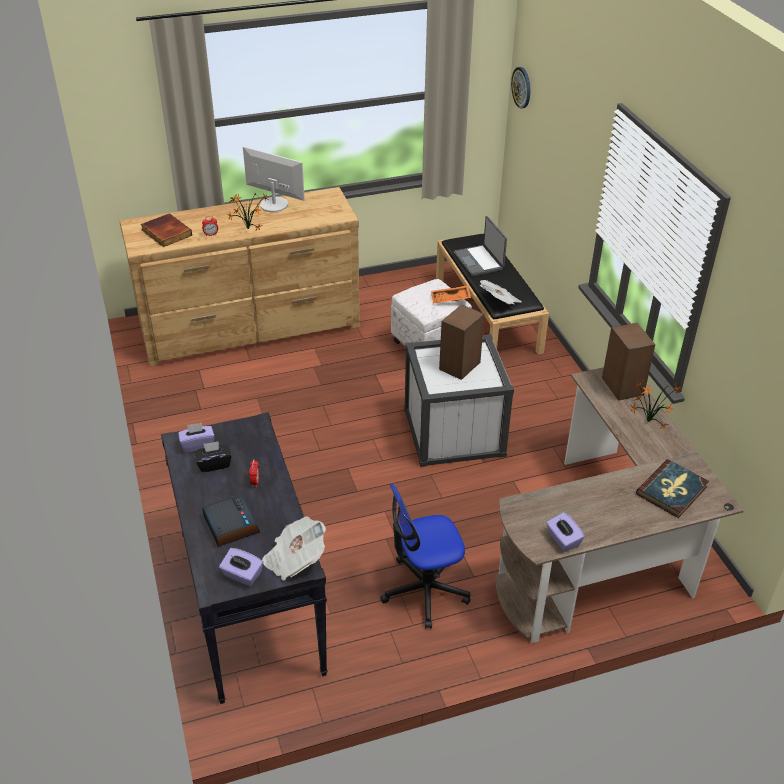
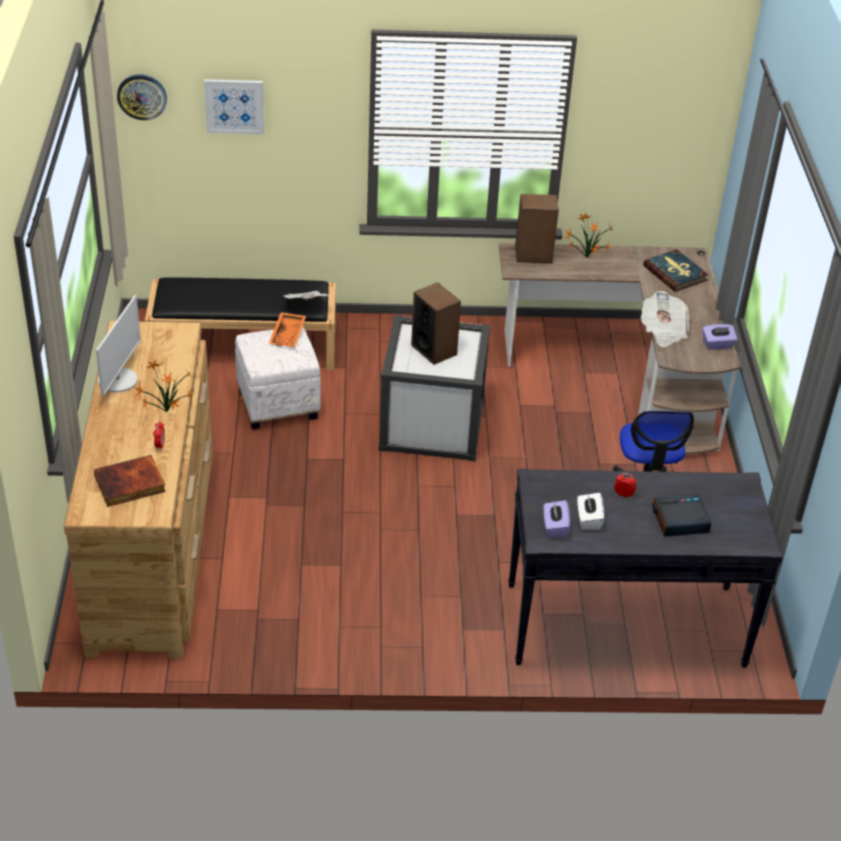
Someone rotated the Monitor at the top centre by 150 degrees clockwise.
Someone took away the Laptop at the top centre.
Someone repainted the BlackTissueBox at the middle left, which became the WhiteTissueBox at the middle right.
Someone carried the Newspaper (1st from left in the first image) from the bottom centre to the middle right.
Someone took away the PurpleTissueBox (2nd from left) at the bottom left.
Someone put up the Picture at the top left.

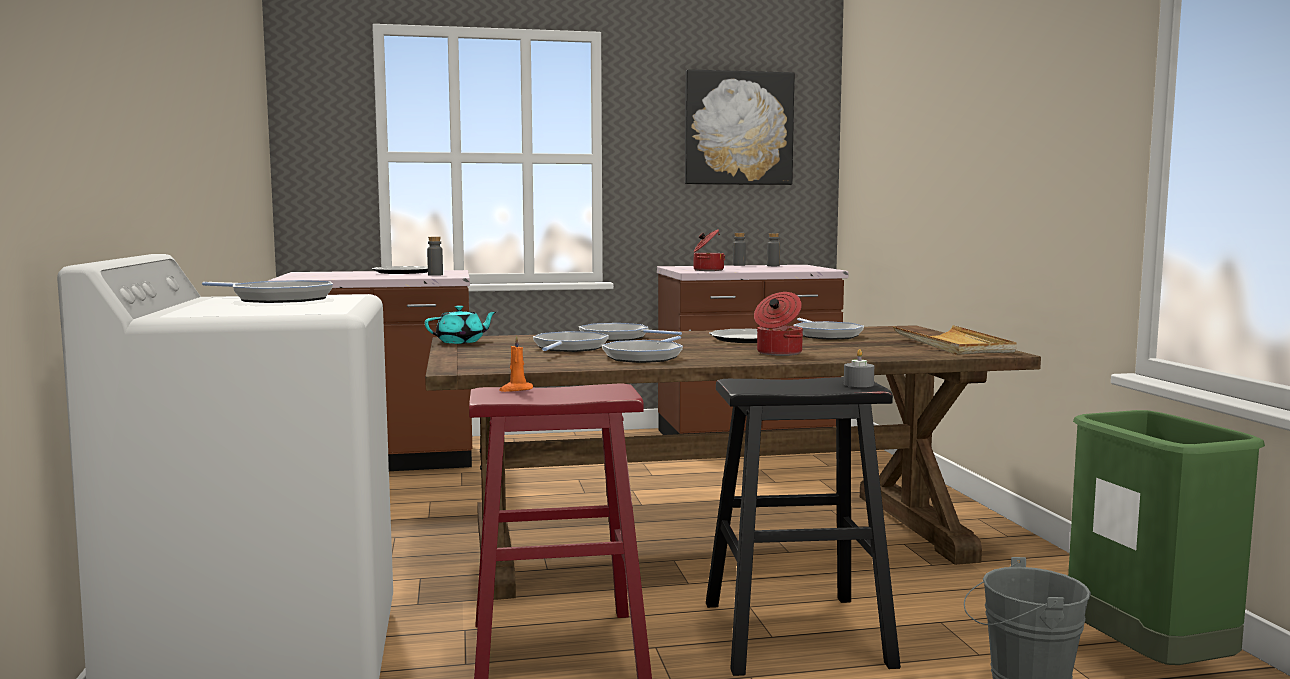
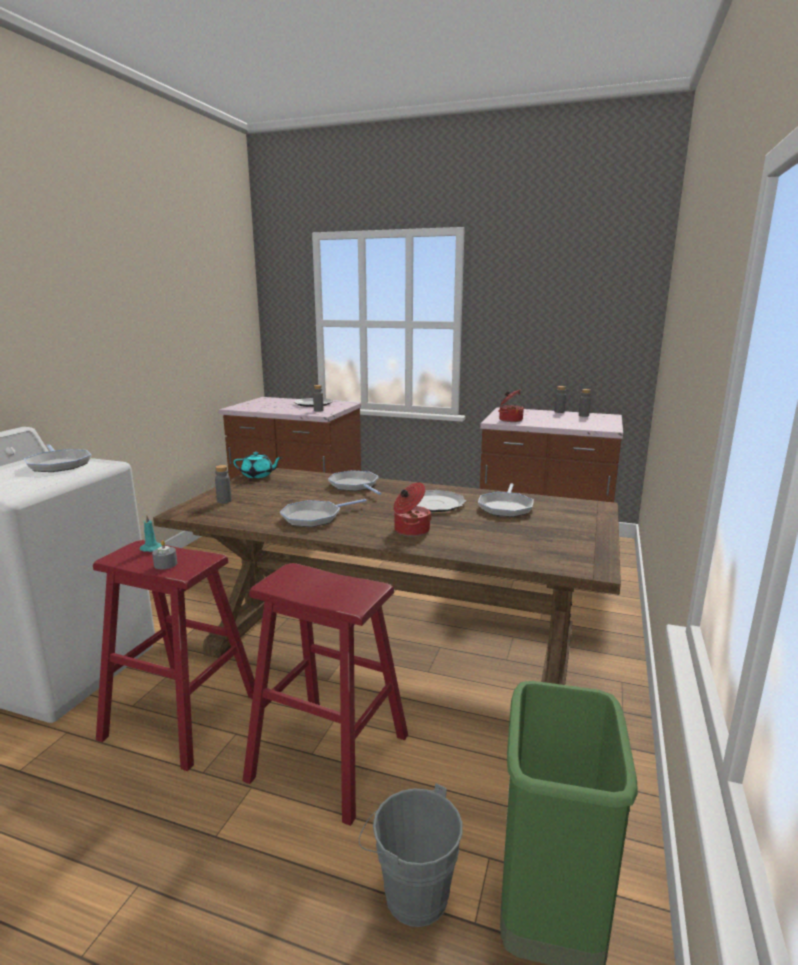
Someone took away the Picture at the top centre.
Someone took away the BeigeTray at the middle right.
Someone took away the FryingPan (2nd from left) at the centre.
Someone repainted the OrangeCandle at the centre, which became the TurquoiseCandle at the middle left.
Someone carried the GreyCandle from the centre to the middle left.
Someone repainted the BlackStool at the bottom centre, which became the RedStool (2nd from left) at the bottom centre.
Someone put down the GreyBottle (1st from left) at the middle left.

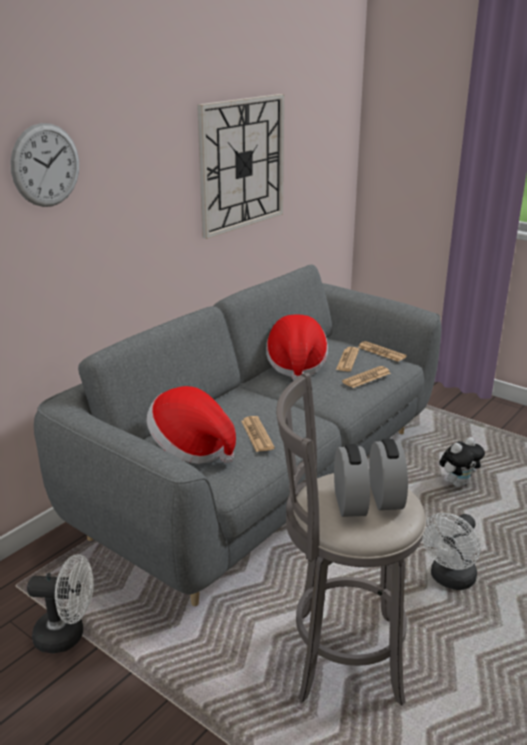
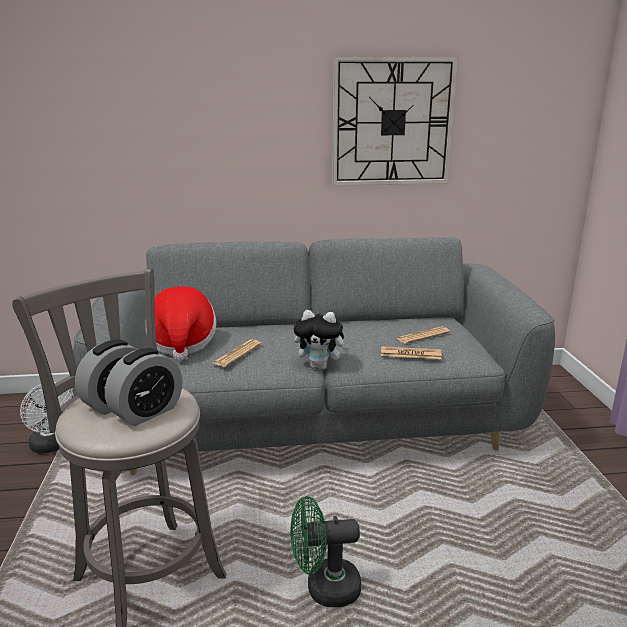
Someone took away the WallClock (1st from left) at the top left.
Someone took away the Hat (2nd from left) at the centre.
Someone took away the Newspaper (4th from left) at the middle right.
Someone carried the PlushToy from the middle right to the centre.
Someone repainted the WhiteFan (2nd from left) at the bottom right, which became the GreenFan at the bottom centre.

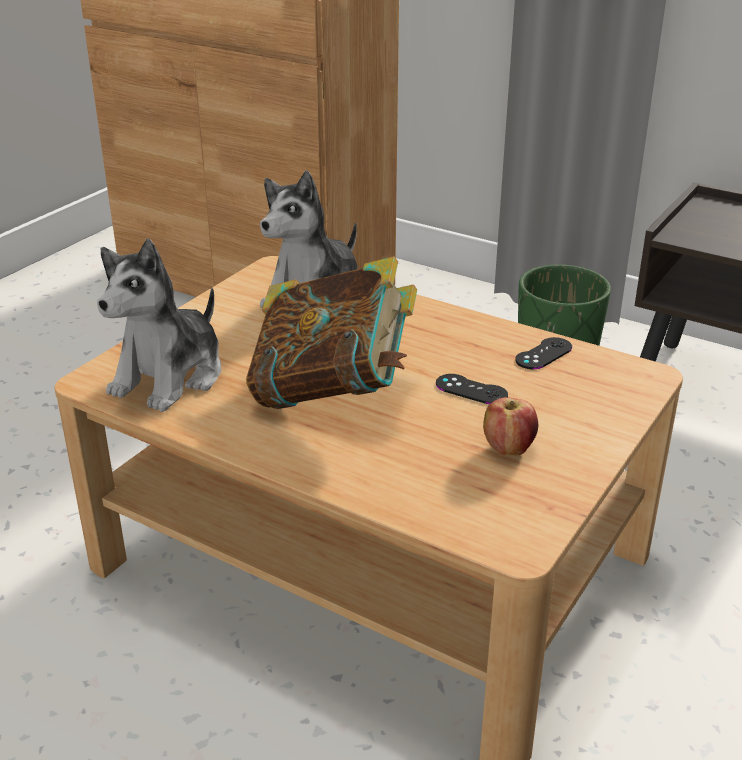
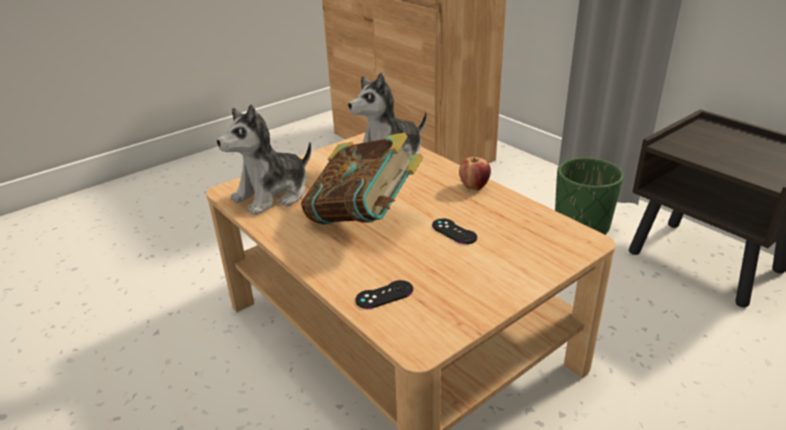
Someone carried the BlackGameController (2nd from left in the first image) from the middle right to the bottom centre.
Someone carried the Apple from the middle right to the centre.

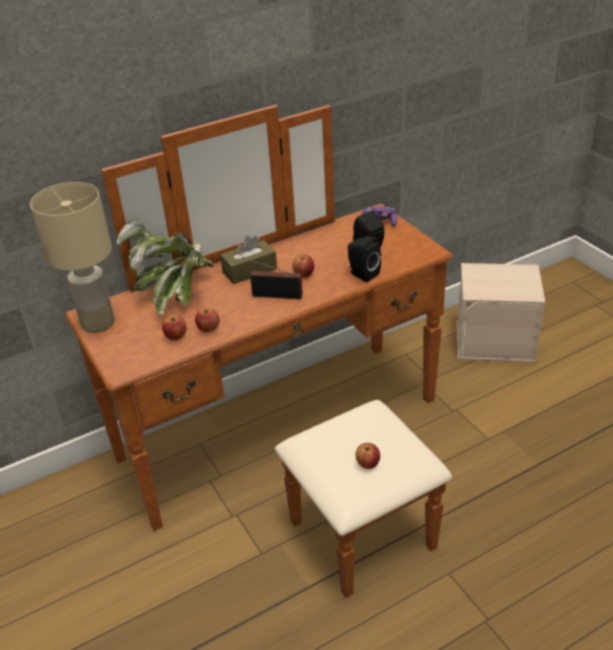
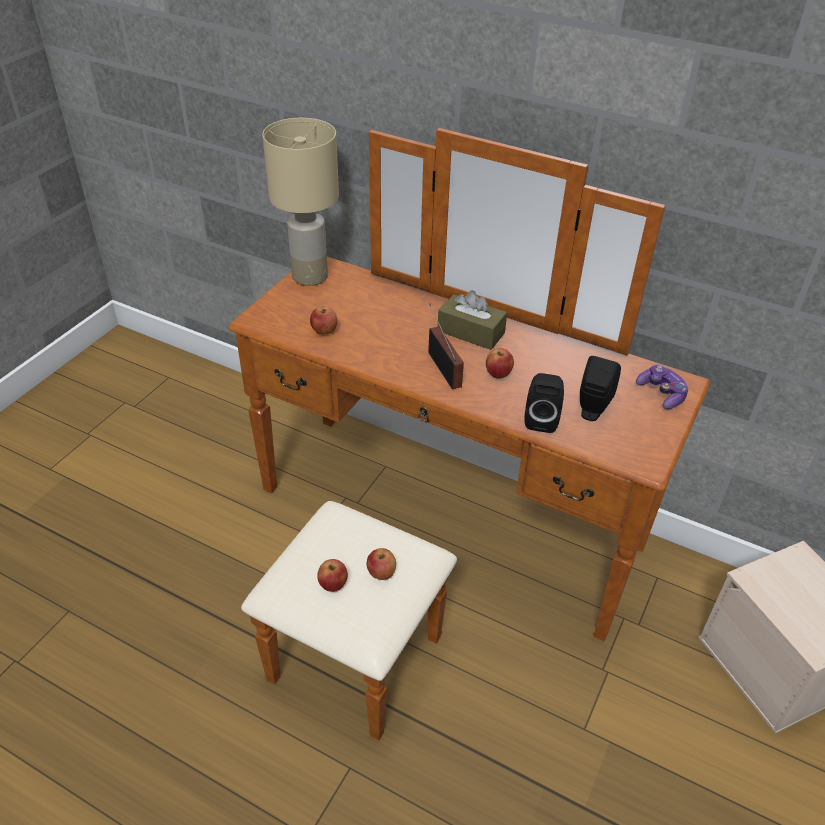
Someone took away the PottedPlant at the middle left.
Someone carried the Apple (2nd from left in the first image) from the centre to the bottom centre.

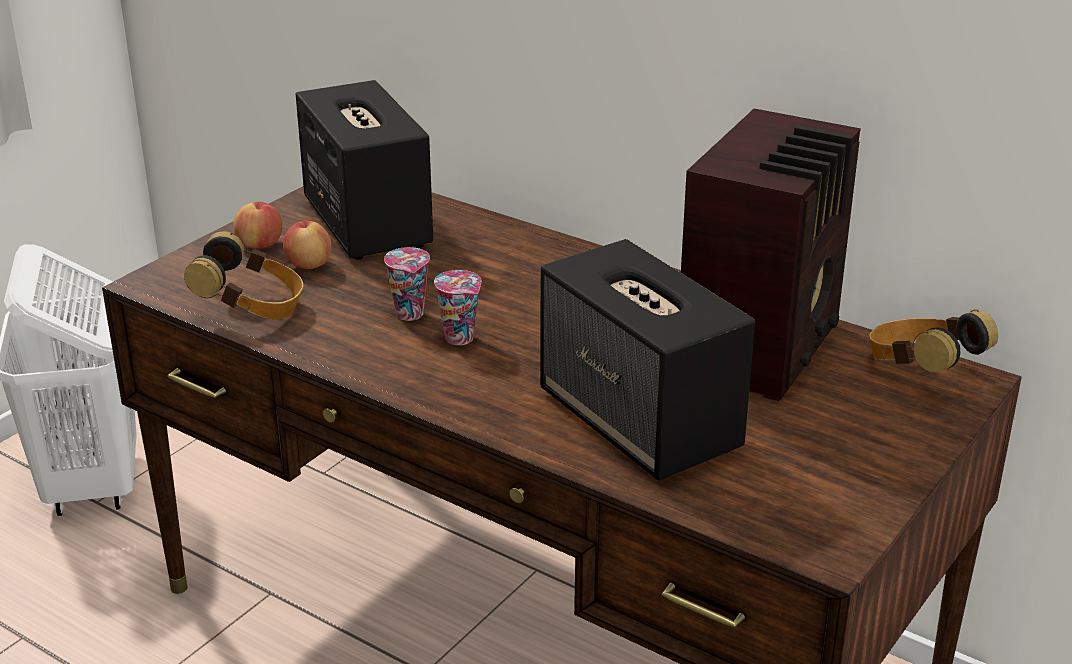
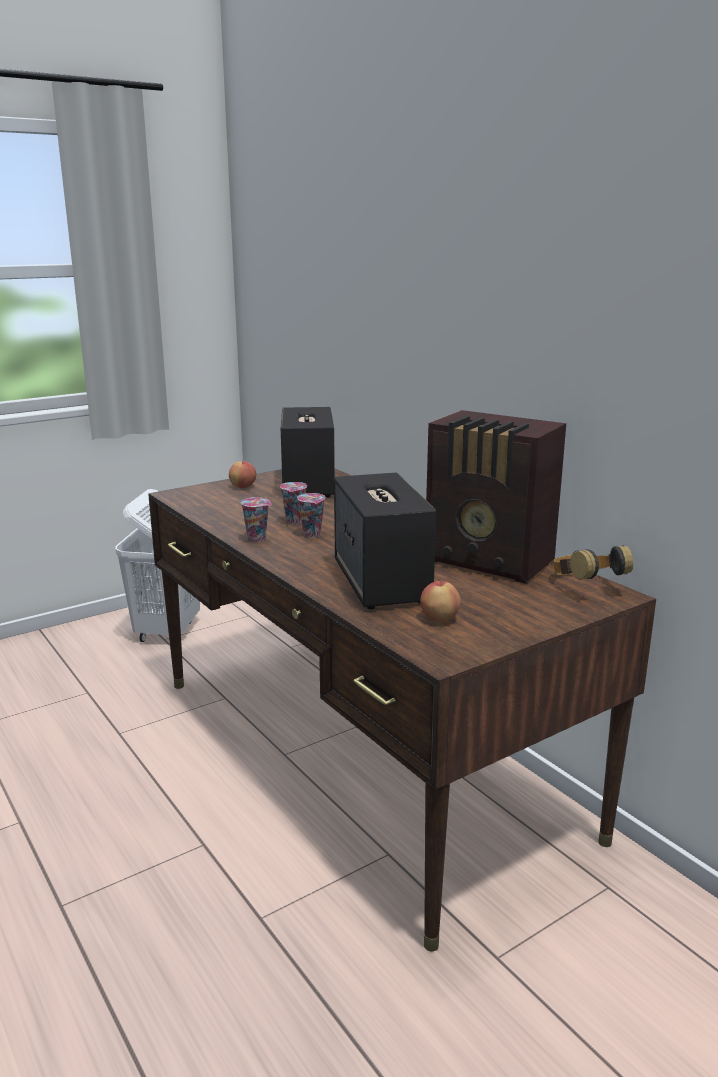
Someone rotated the Radio at the middle right by 75 degrees clockwise.
Someone carried the Apple (2nd from left) from the middle left to the centre.
Someone took away the Headphones (1st from left) at the middle left.
Someone put down the Cup (1st from left) at the centre.

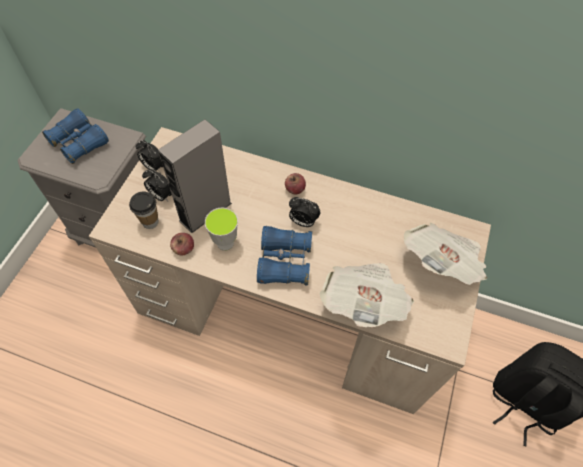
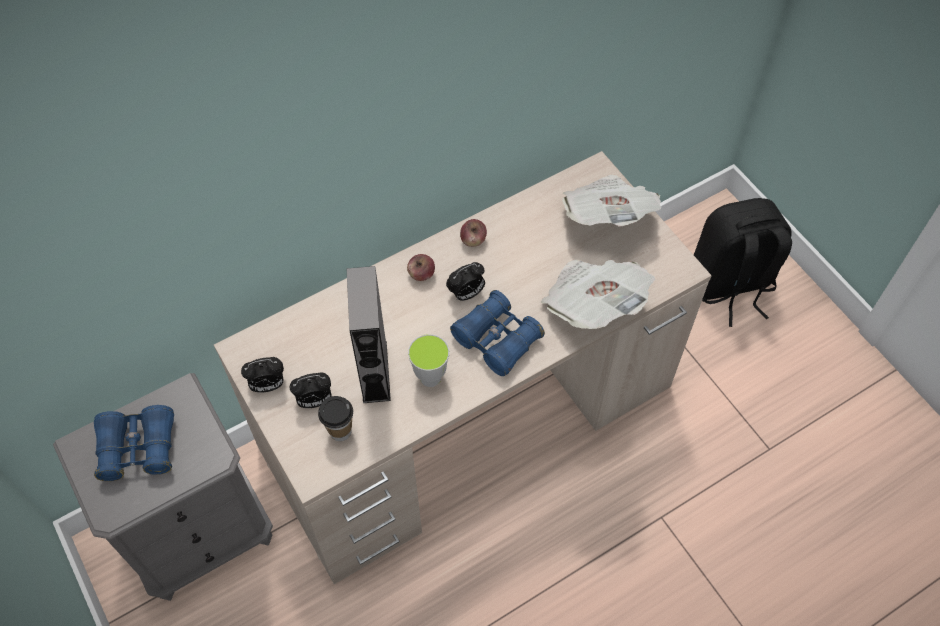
Someone carried the Apple (1st from left in the first image) from the middle left to the centre.

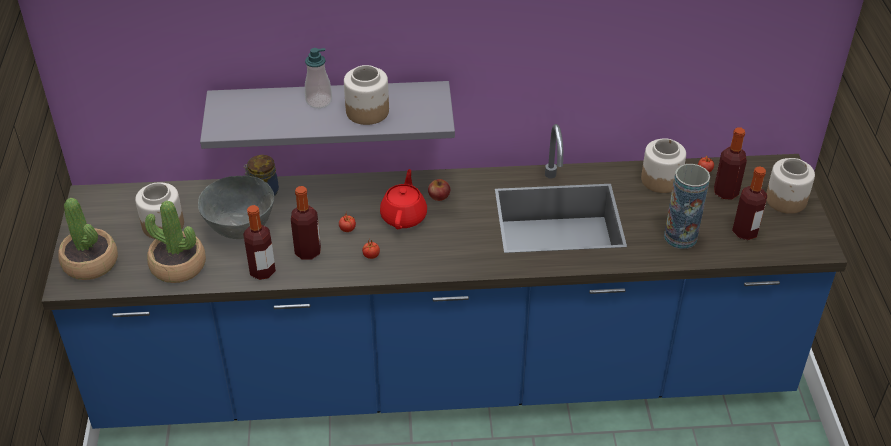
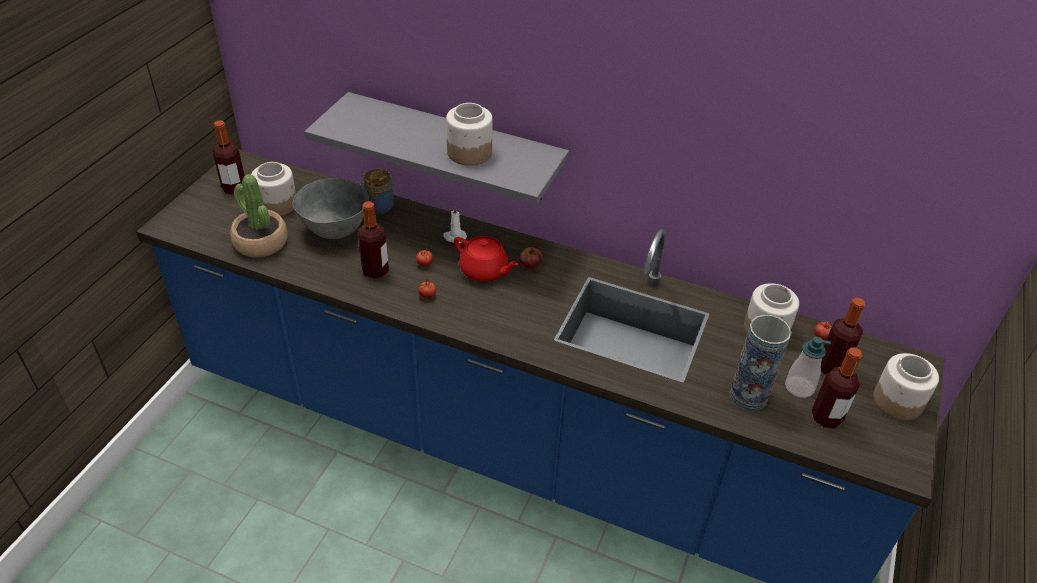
Someone carried the SoapDispenser from the top centre to the middle right.
Someone rotated the RedTeapot at the centre by 90 degrees clockwise.
Someone took away the PottedPlant (1st from left) at the middle left.
Someone carried the Bottle (1st from left) from the middle left to the top left.
Someone put down the WhiteCandle at the centre.

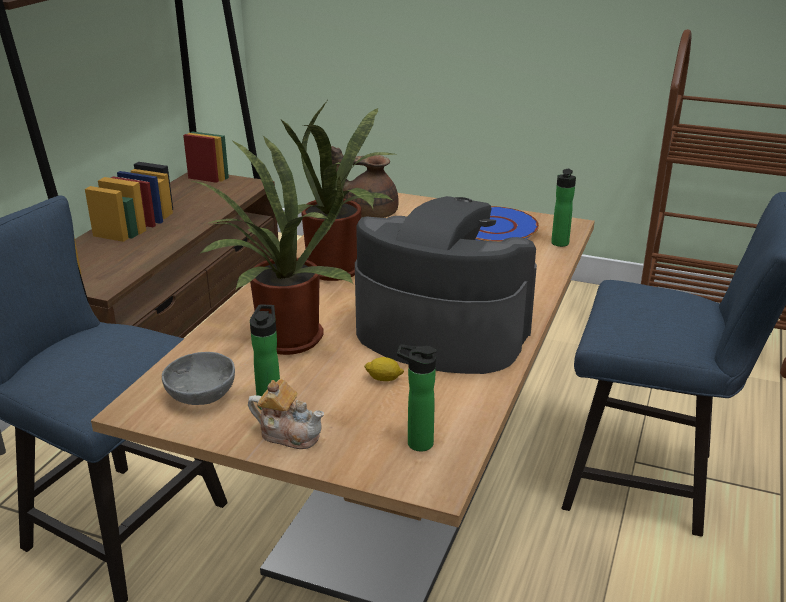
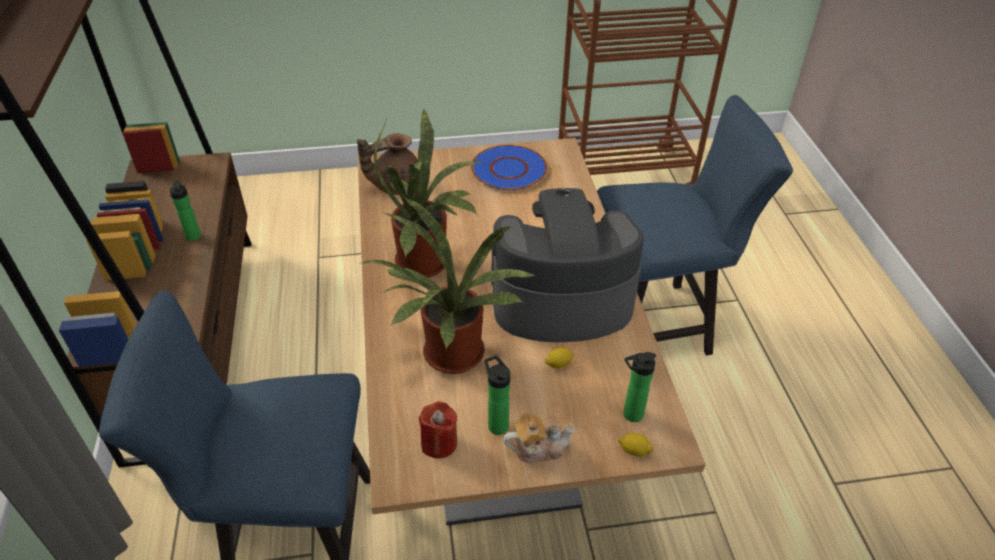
Someone carried the Bottle (3rd from left in the first image) from the middle right to the middle left.
Someone swapped the GreyBowl at the middle left for the RedCandle at the bottom centre.
Someone put down the Lemon (2nd from left) at the bottom centre.

